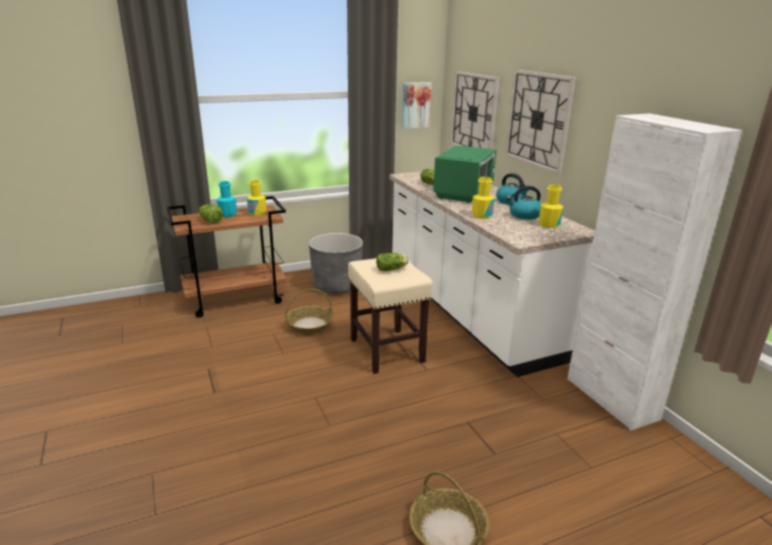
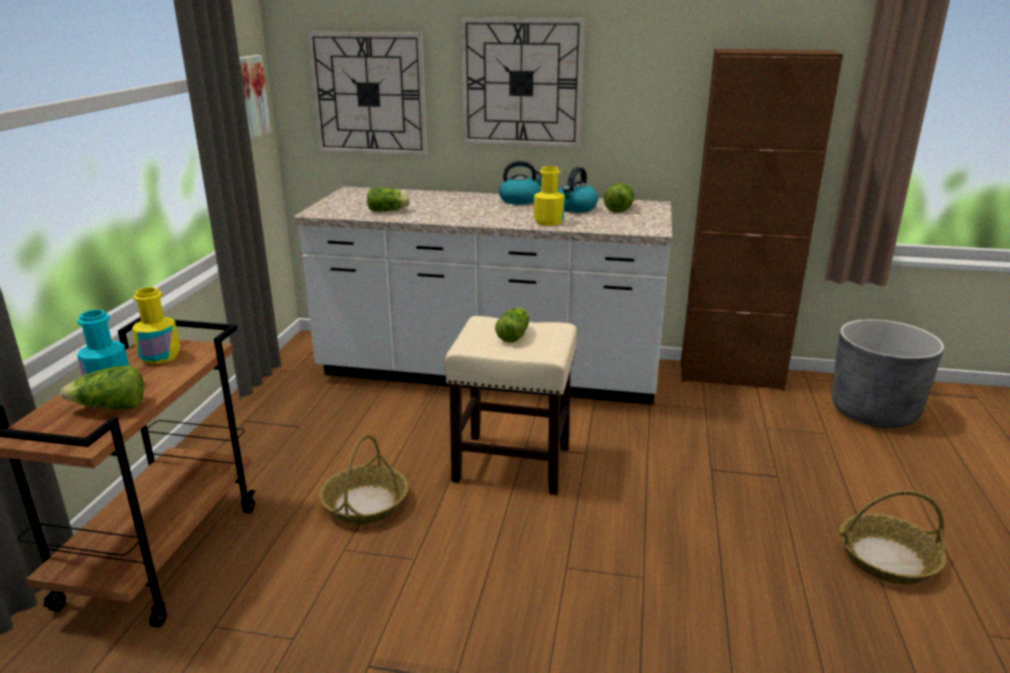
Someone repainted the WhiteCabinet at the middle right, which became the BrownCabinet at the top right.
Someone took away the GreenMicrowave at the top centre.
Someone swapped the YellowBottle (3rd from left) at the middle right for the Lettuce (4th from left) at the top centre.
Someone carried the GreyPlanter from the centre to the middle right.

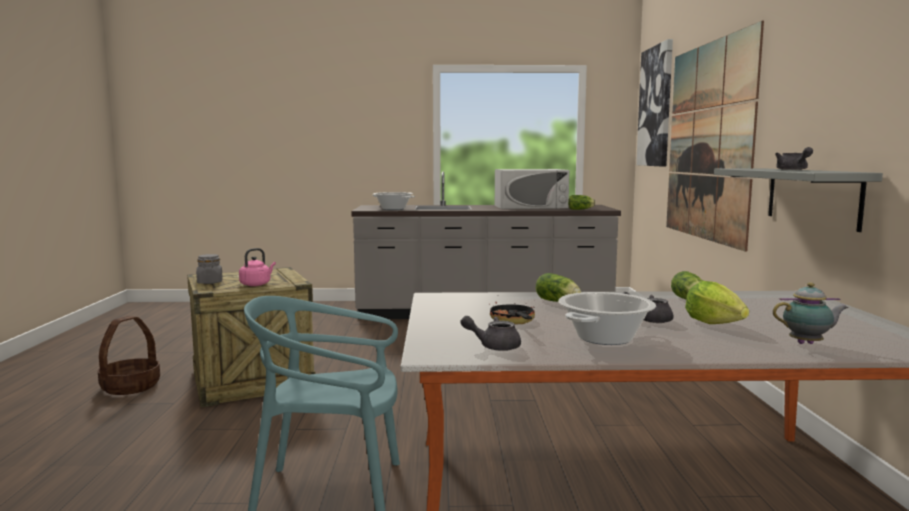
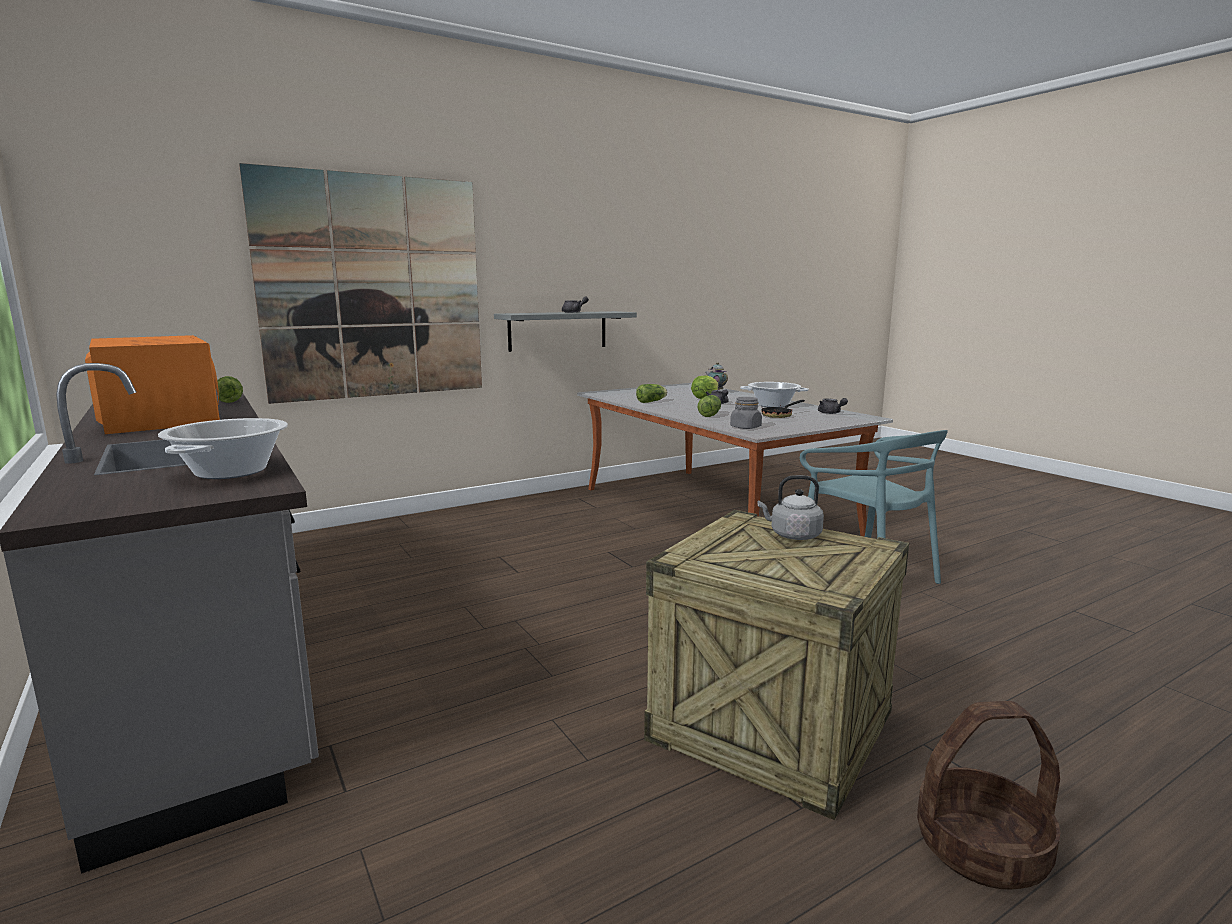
Someone took away the Picture (1st from left) at the top right.
Someone repainted the WhiteMicrowave at the centre, which became the OrangeMicrowave at the middle left.
Someone repainted the PinkKettle at the middle left, which became the GreyKettle at the centre.
Someone carried the GreyJar from the middle left to the centre.

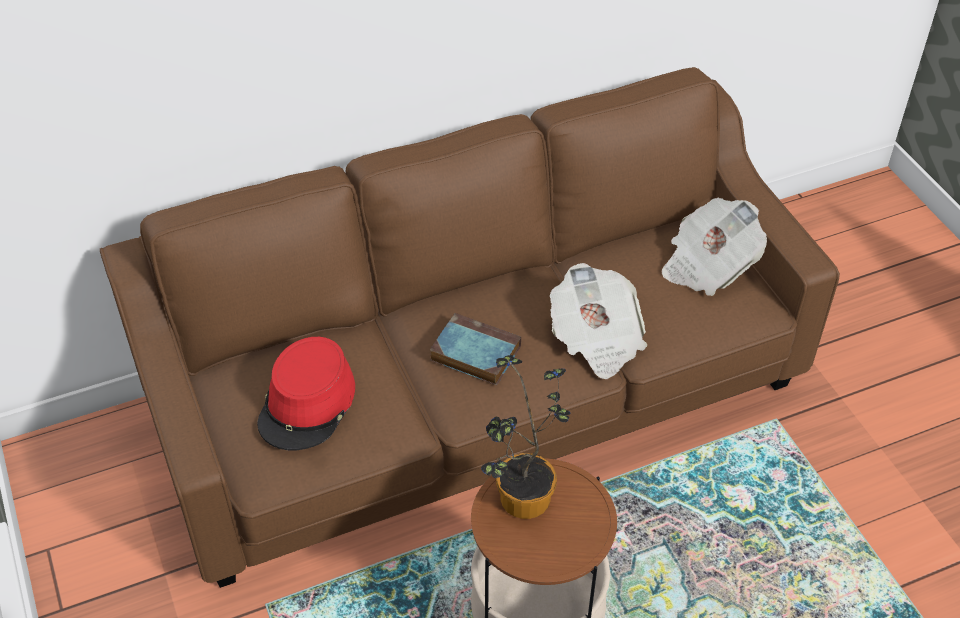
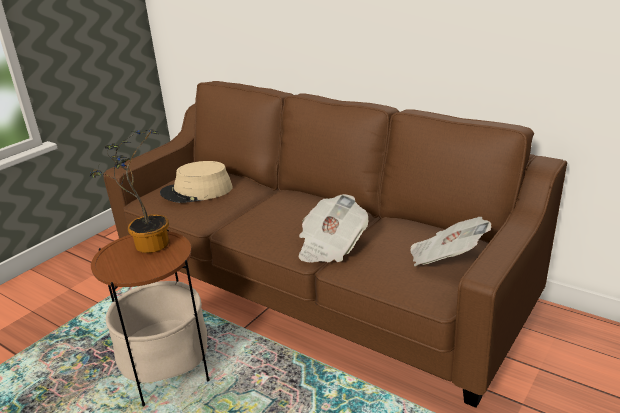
Someone took away the Book at the centre.
Someone repainted the RedHat at the middle left, which became the BeigeHat at the middle left.

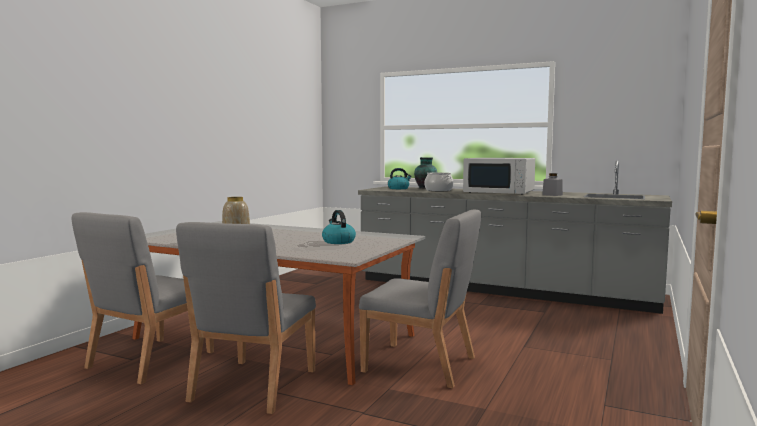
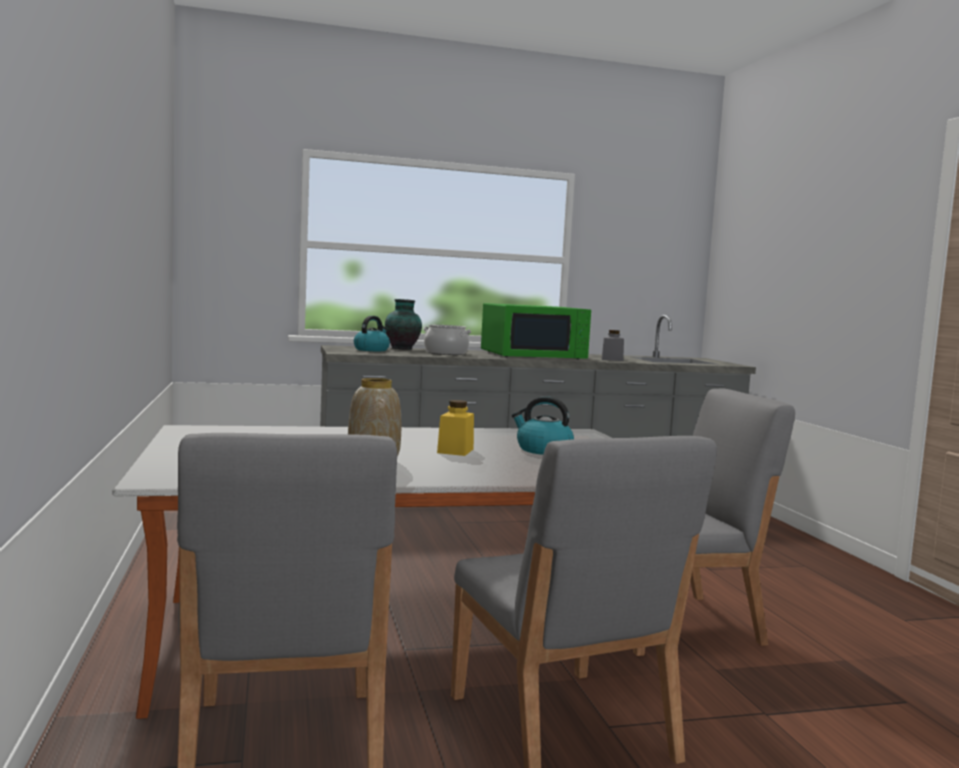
Someone repainted the WhiteMicrowave at the centre, which became the GreenMicrowave at the centre.
Someone put down the YellowJar at the centre.

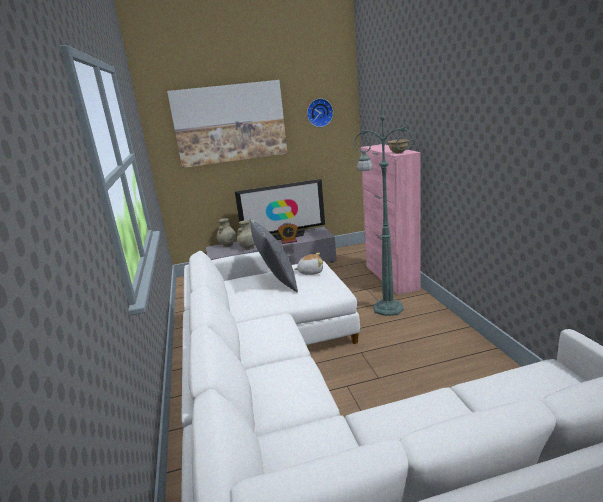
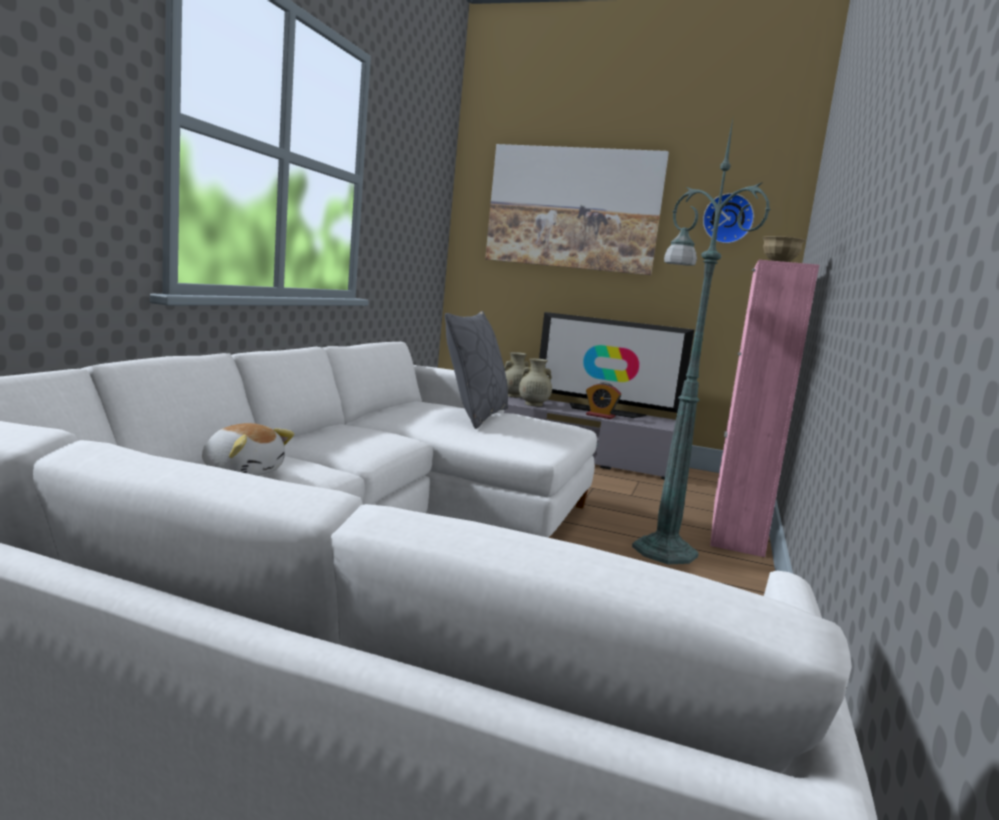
Someone carried the PlushToy from the centre to the middle left.

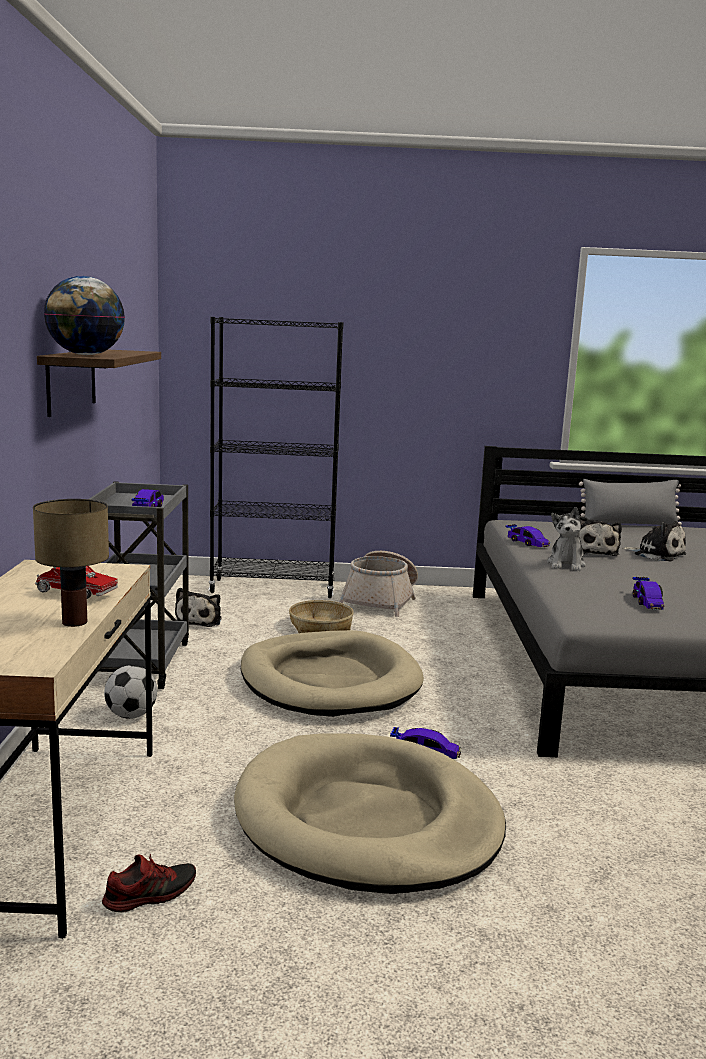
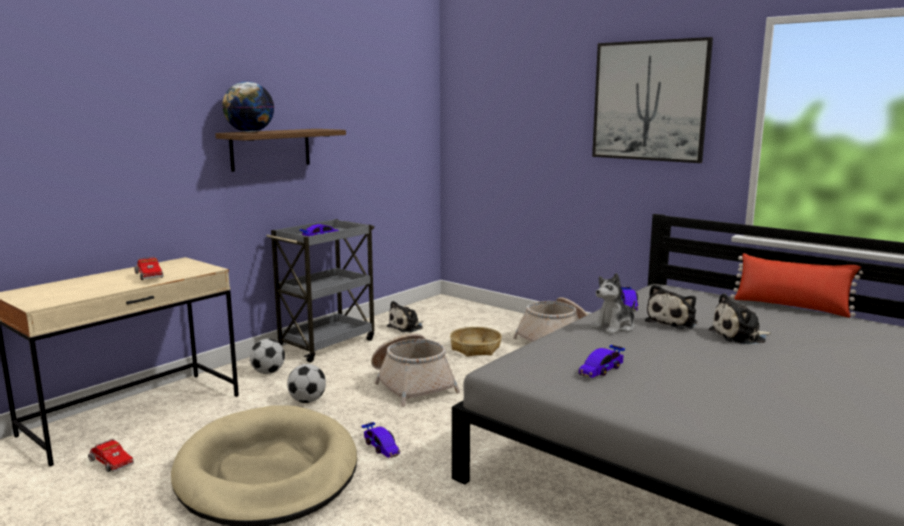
Someone took away the BlackBookcase at the centre.
Someone repainted the GreyPillow at the middle right, which became the RedPillow at the middle right.
Someone took away the TableLamp at the middle left.
Someone rotated the PlushToy (4th from left) at the middle right by 90 degrees clockwise.
Someone swapped the BeigeDogBed (1st from left) at the centre for the Basket (1st from left) at the bottom centre.
Someone swapped the Shoe at the bottom left for the ToyTruck (1st from left) at the bottom left.
Someone put up the Picture at the top right.
Someone put down the Football (2nd from left) at the bottom centre.

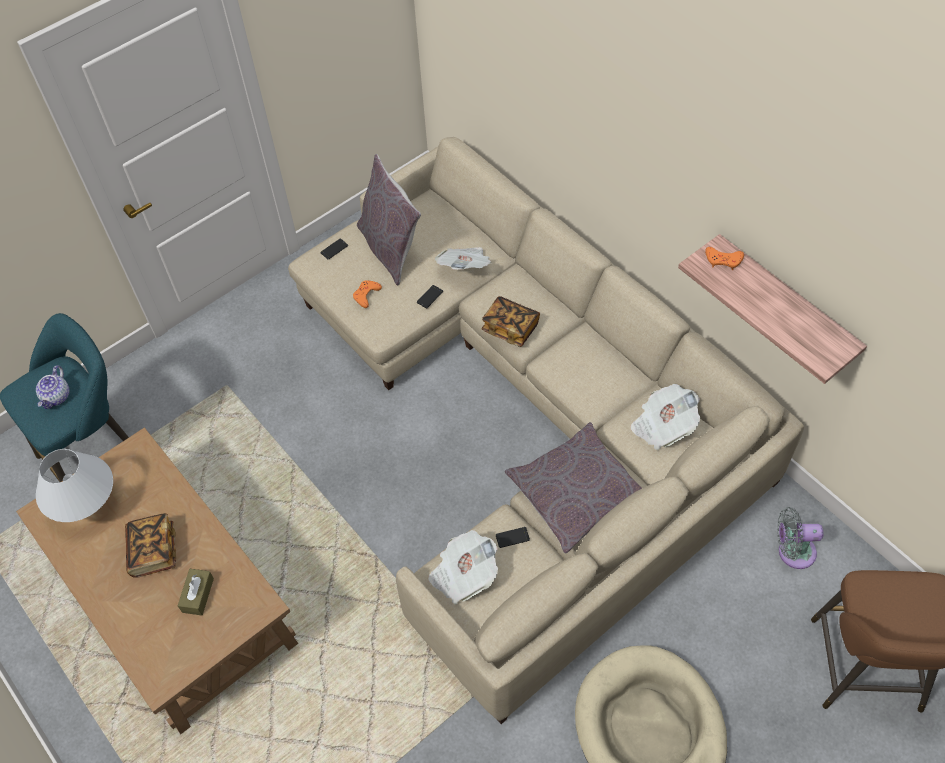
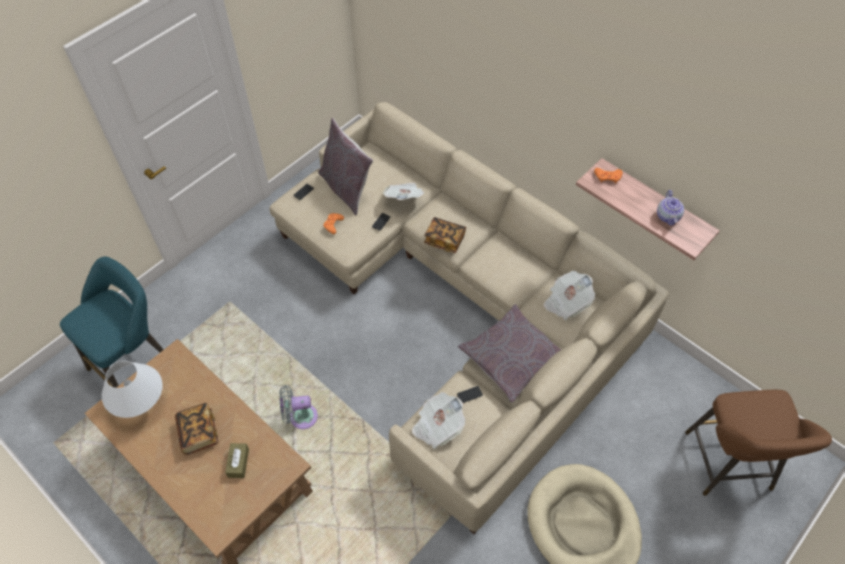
Someone carried the Teapot from the middle left to the middle right.
Someone carried the GreyFan from the bottom right to the bottom centre.

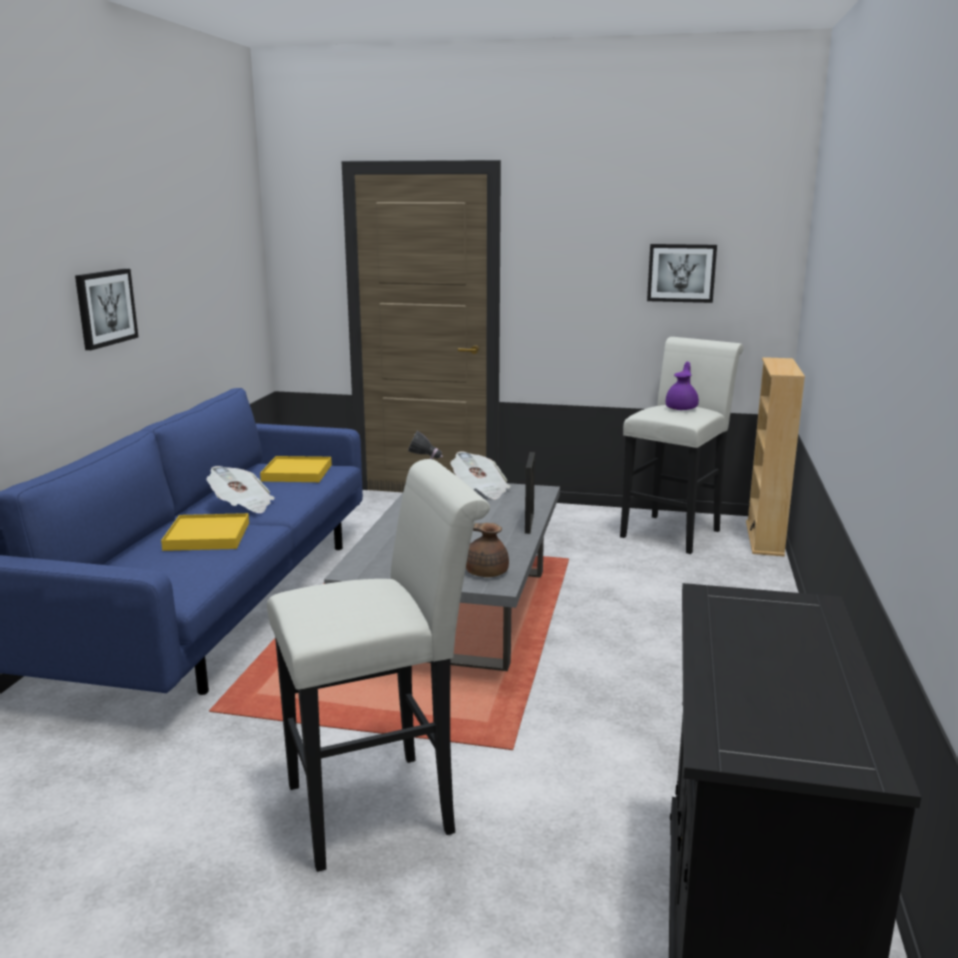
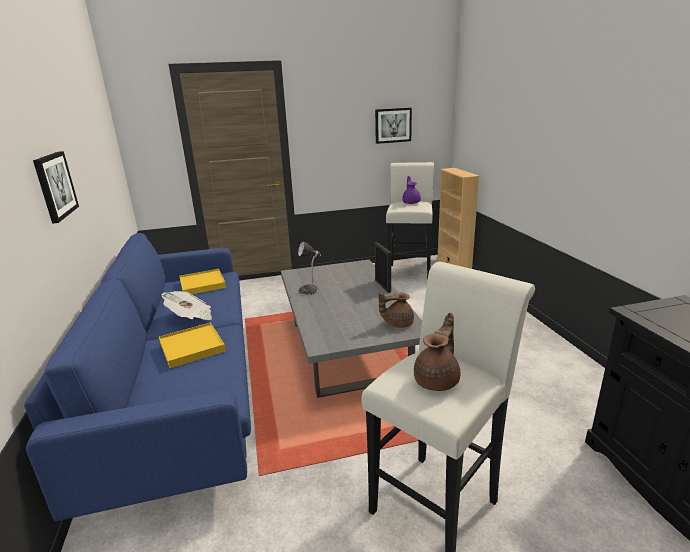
Someone took away the Newspaper (2nd from left) at the centre.
Someone put down the BrownTeapot (2nd from left) at the centre.

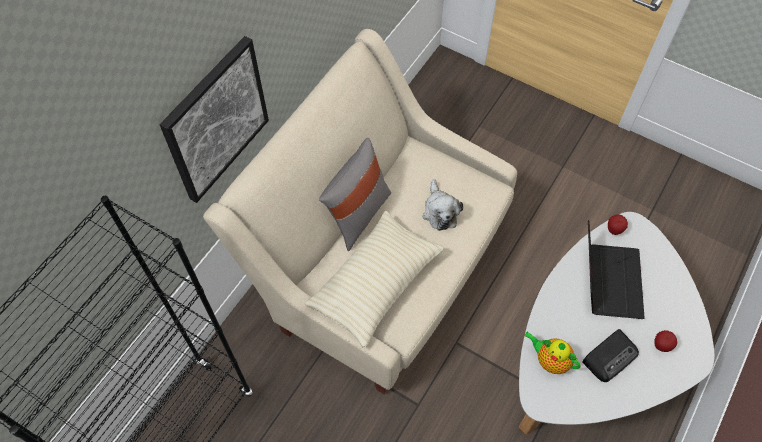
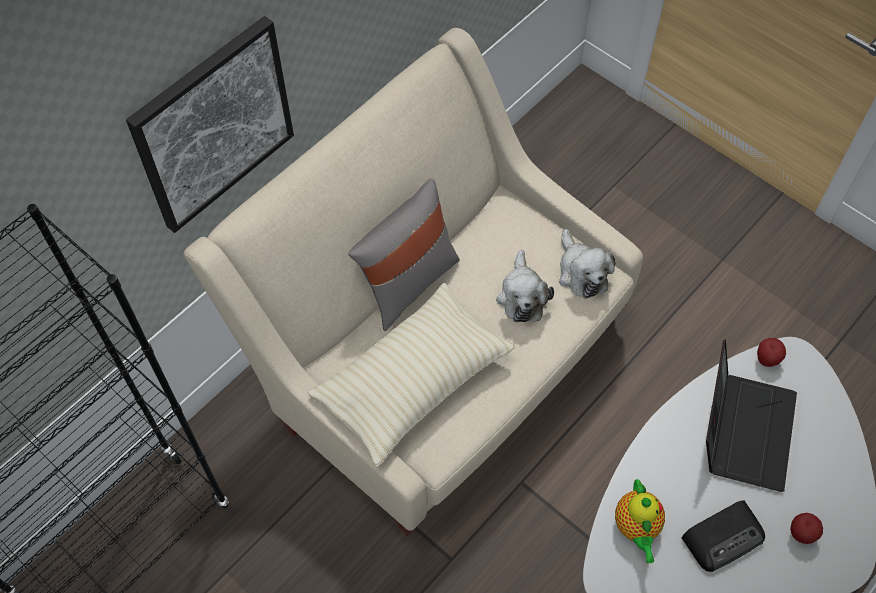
Someone rotated the Teapot at the bottom right by 135 degrees counterclockwise.
Someone put down the PlushToy (2nd from left) at the middle right.

